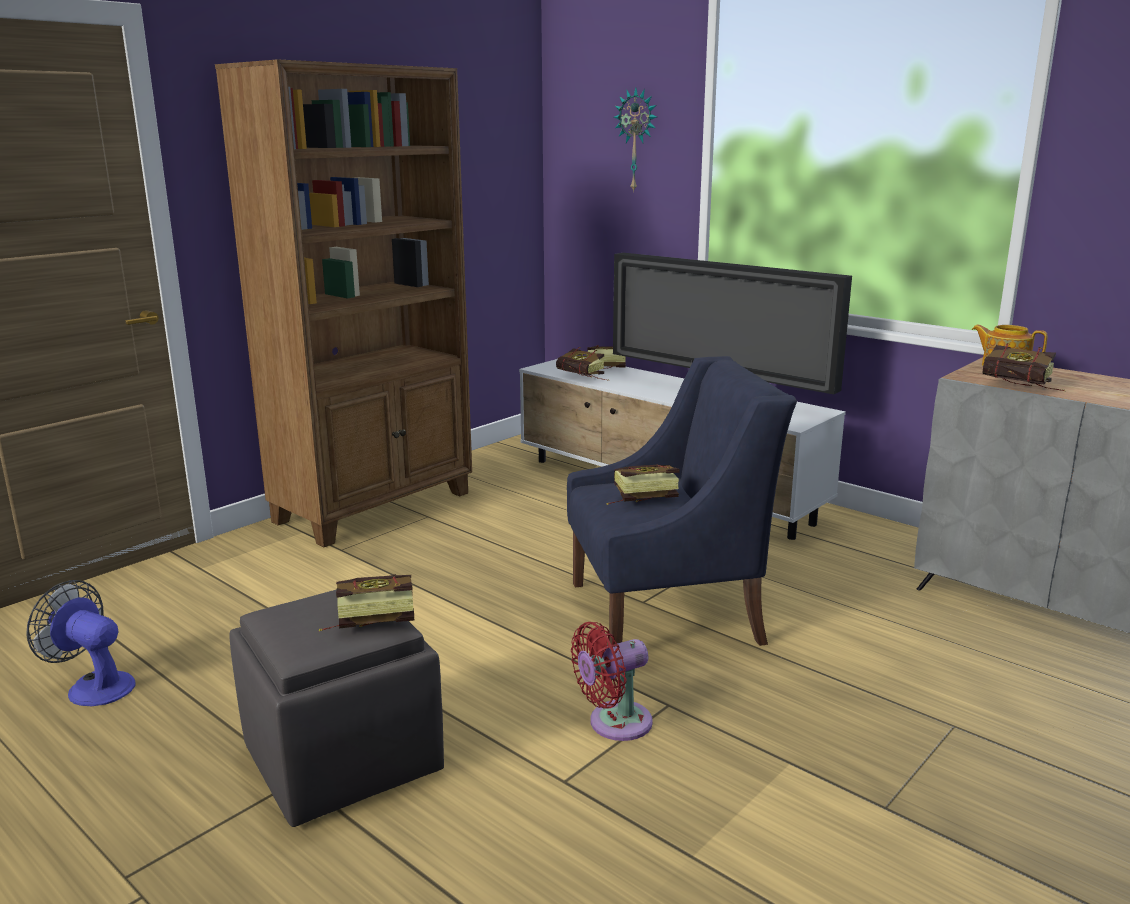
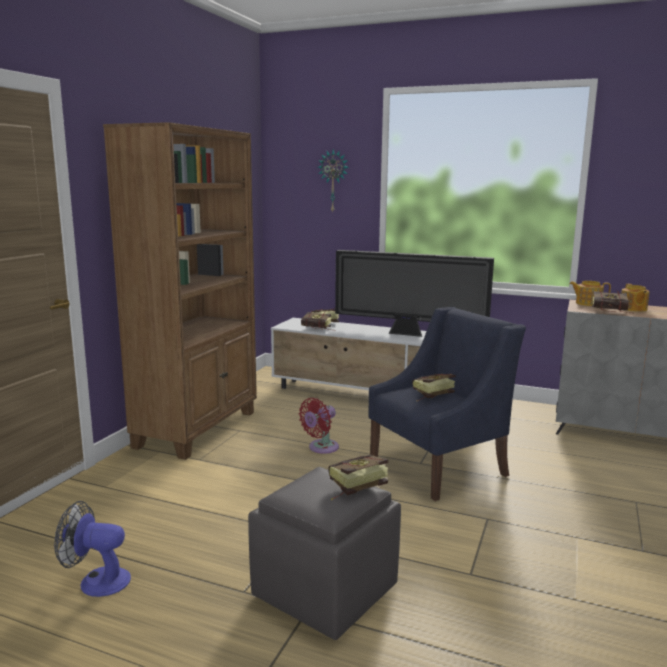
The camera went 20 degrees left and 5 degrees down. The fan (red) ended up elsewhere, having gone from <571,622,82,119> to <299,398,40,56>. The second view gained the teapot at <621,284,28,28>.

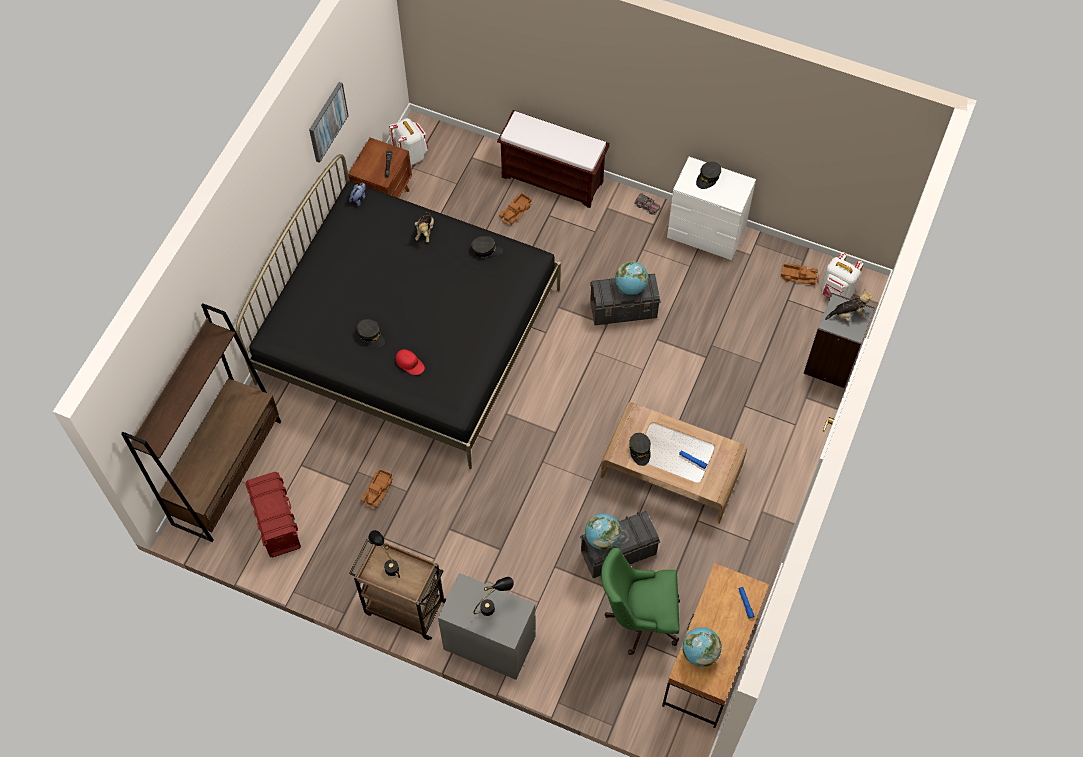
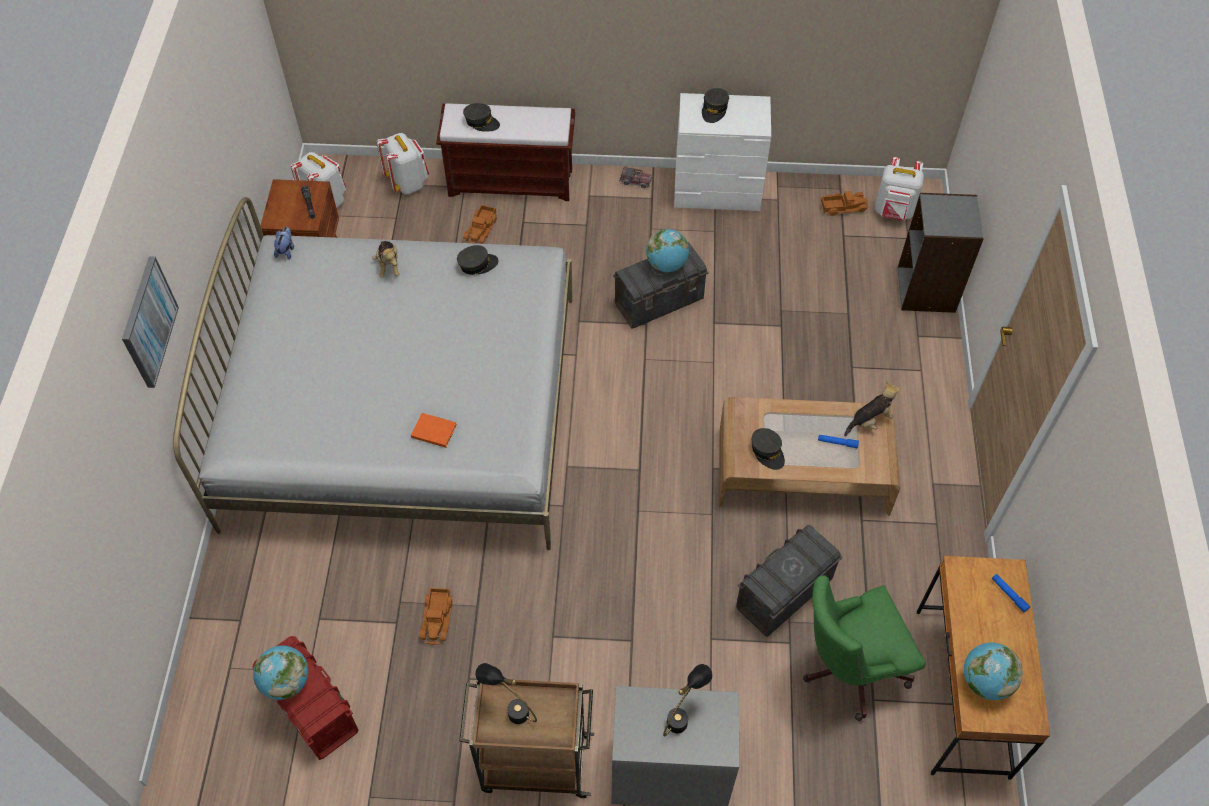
The camera went 20 degrees left and 5 degrees down. The picture ended up elsewhere, having gone from <309,82,40,81> to <122,256,57,132>. What was the bed (black) at <236,154,325,315> turned into the bed (white) at <173,197,399,353>. The globe ended up elsewhere, having gone from <585,513,36,37> to <253,646,55,54>. The second view gained the backpack (white) at <377,133,52,62>. Where the cap (red) stood at <396,349,29,26>, the book (orange) came to stand at <411,413,45,35>. The cap (grey) ended up elsewhere, having gone from <357,319,28,28> to <463,103,37,29>. The plush toy ended up elsewhere, having gone from <825,290,48,32> to <844,382,57,54>. The second view lost the bookcase (brown) at <121,303,160,239>.

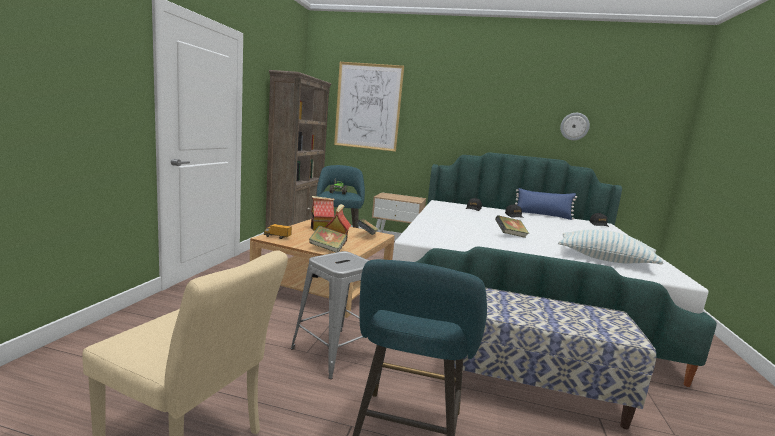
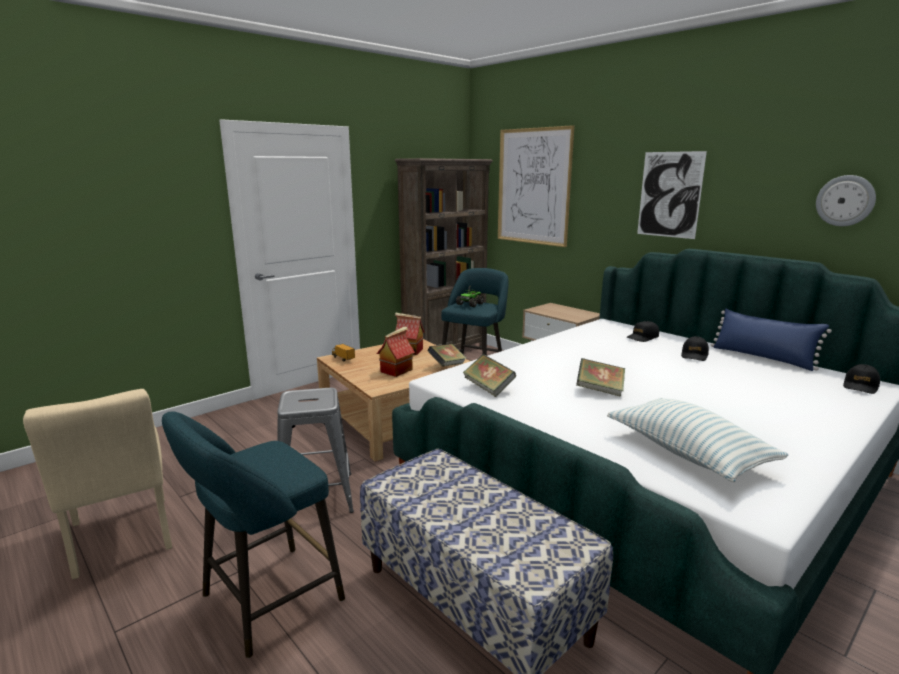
The camera went 35 degrees right and 5 degrees up. The book ended up elsewhere, having gone from <309,225,38,27> to <463,354,53,43>. The second view gained the picture at <637,151,70,88>.

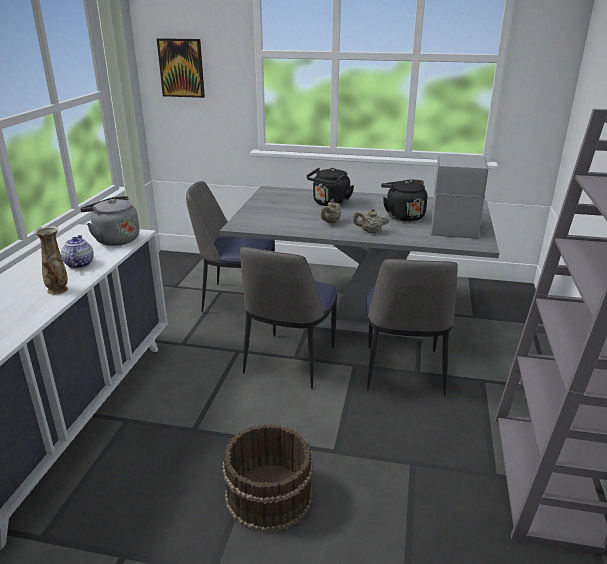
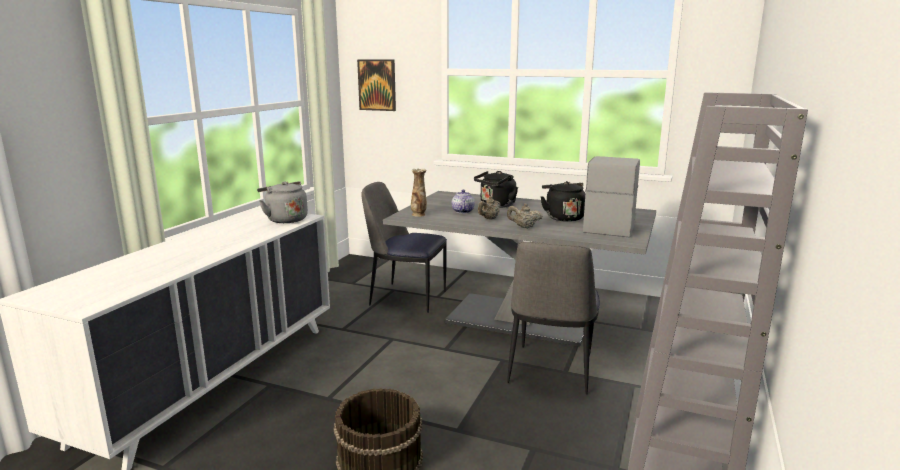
The camera went 10 degrees right and 10 degrees down. The vase ended up elsewhere, having gone from <34,226,34,69> to <411,169,16,48>. The teapot ended up elsewhere, having gone from <61,235,33,33> to <452,190,23,23>. The second view lost the chair at <240,247,98,142>.

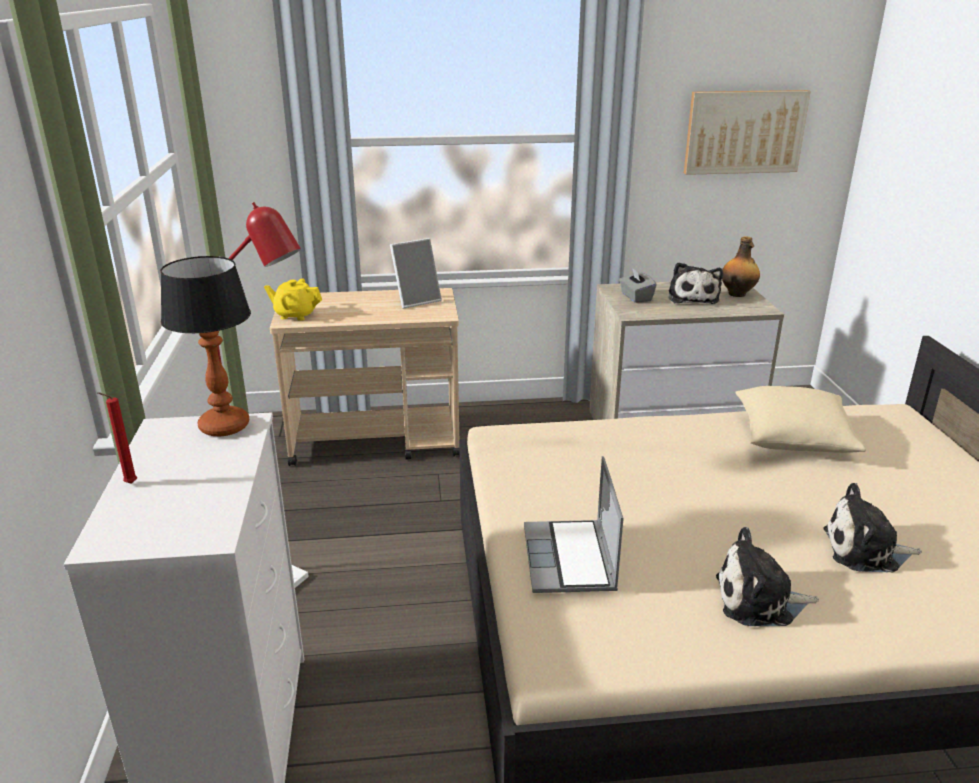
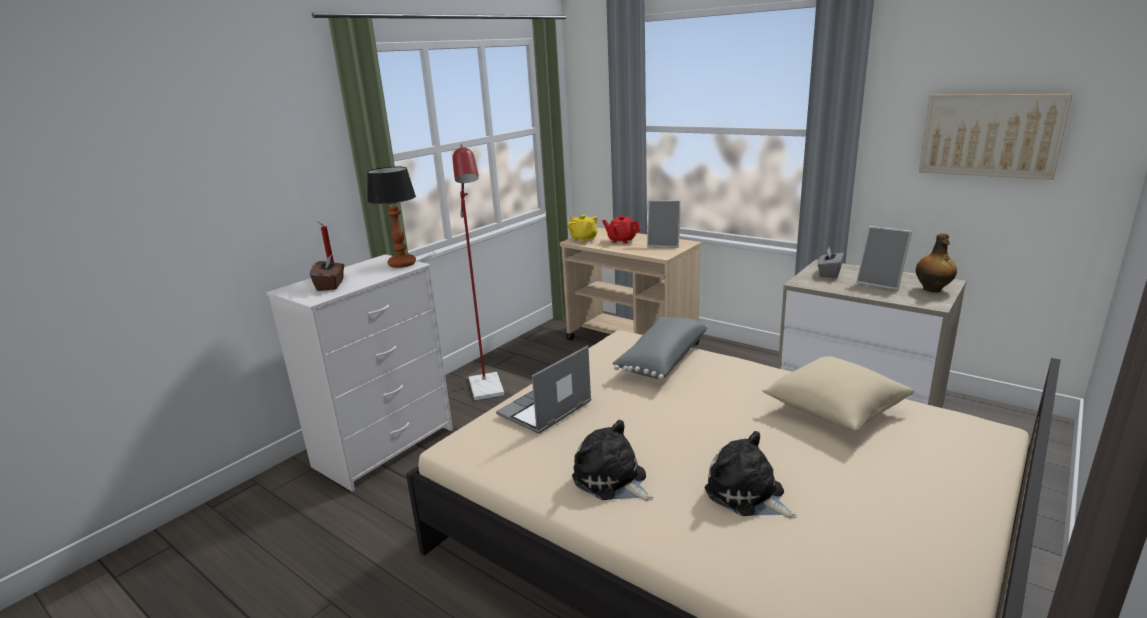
The camera went 45 degrees right and 5 degrees down. The second view gained the tissue box (brown) at <310,254,34,37>. The second view gained the teapot (red) at <602,216,39,28>. The second view gained the pillow (grey) at <612,317,96,63>. Where the plush toy stood at <669,262,54,42>, the picture frame came to stand at <856,226,56,64>.

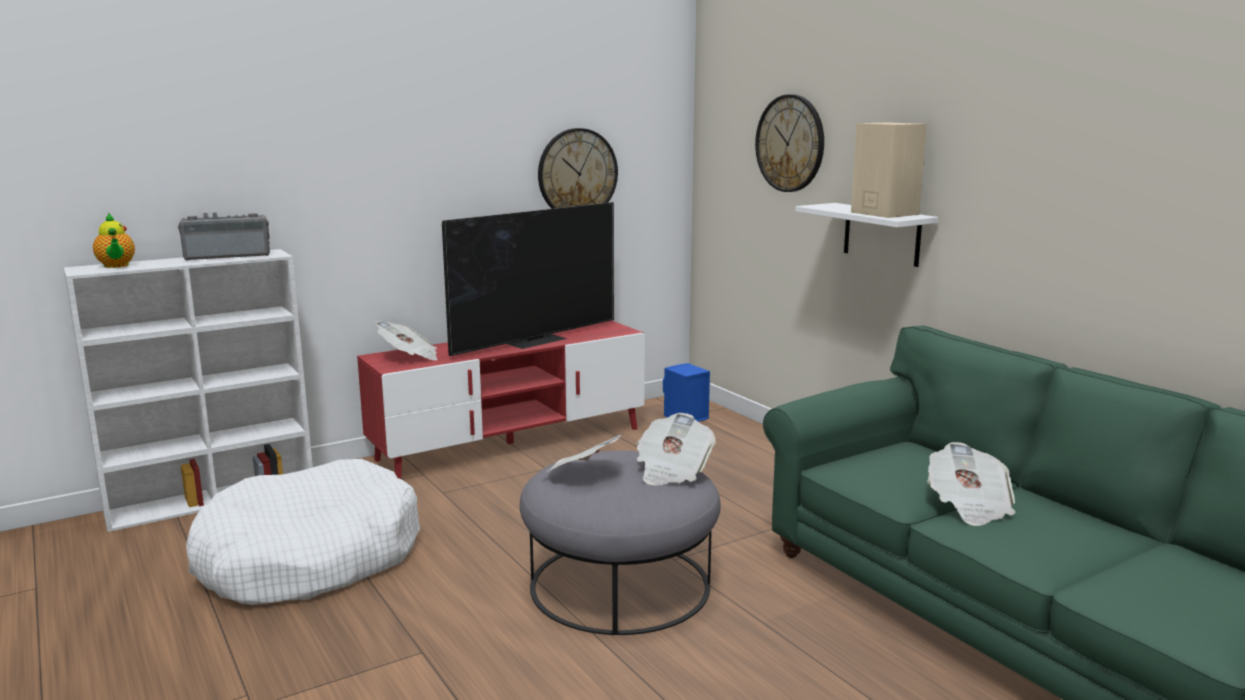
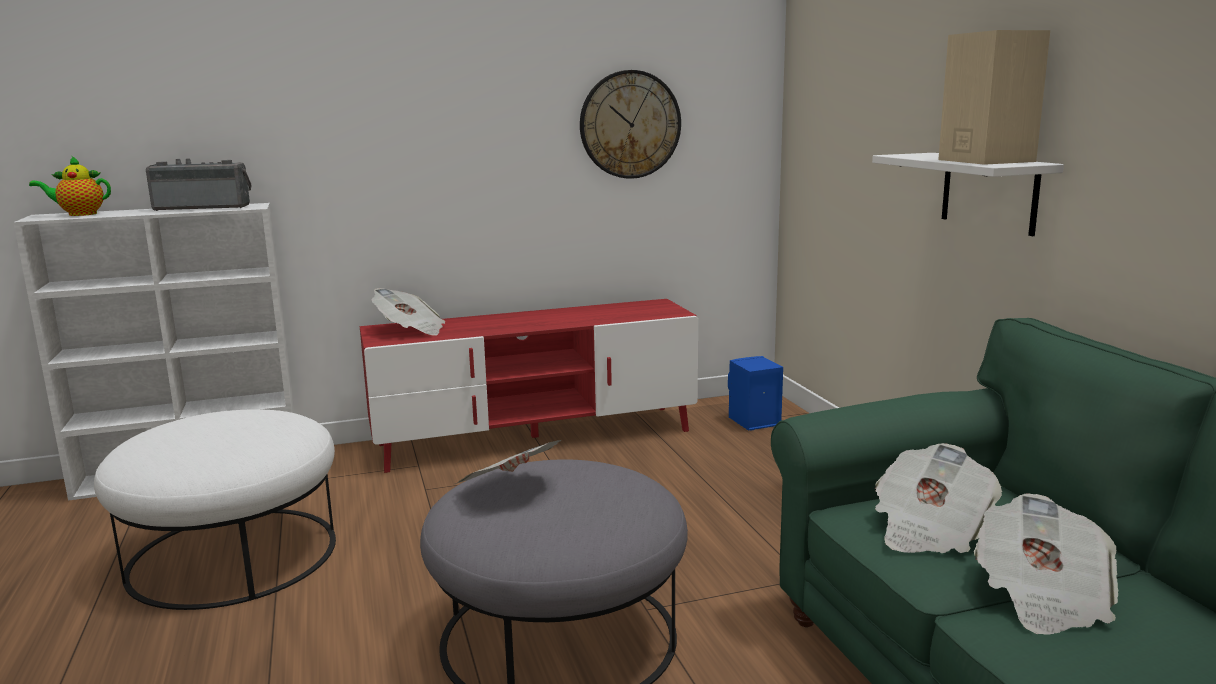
The camera went 15 degrees right and 0 degrees up. The teapot at <93,213,42,55> ended up facing another way, 90 degrees clockwise from before. Where the dog bed (white) stood at <186,459,234,146>, the ottoman (white) came to stand at <94,409,242,201>. The newspaper ended up elsewhere, having gone from <636,413,80,72> to <875,443,127,110>. The second view lost the television at <442,202,172,154>. The second view lost the wall clock at <755,94,69,98>.

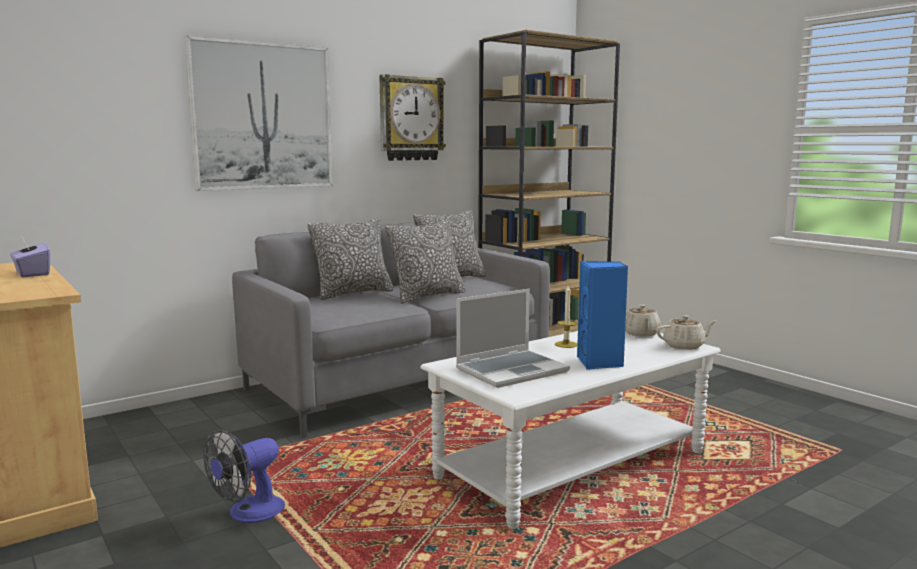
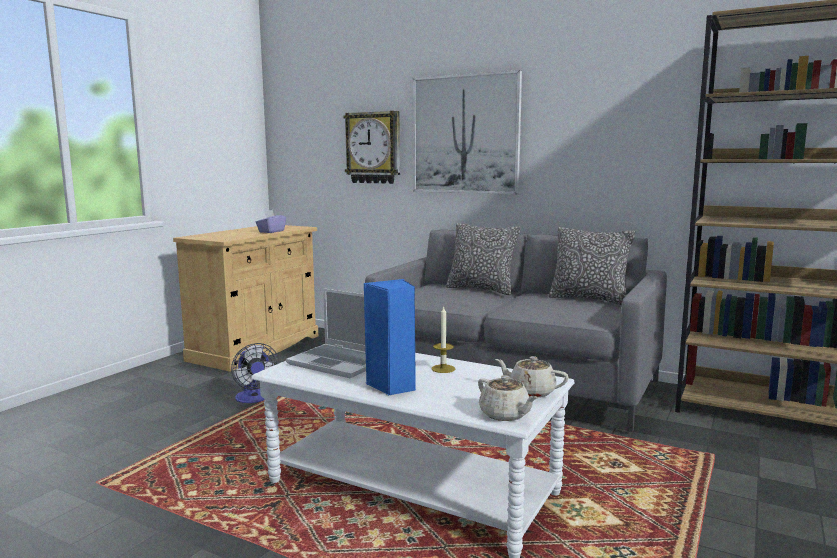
The camera went 65 degrees right and 0 degrees up. The fan at <203,429,82,94> ended up facing another way, 135 degrees counterclockwise from before. The wall clock ended up elsewhere, having gone from <379,74,67,87> to <343,111,57,73>. The teapot (beige) at <625,305,36,32> ended up facing another way, 45 degrees clockwise from before. The second view lost the pillow at <385,220,81,84>.

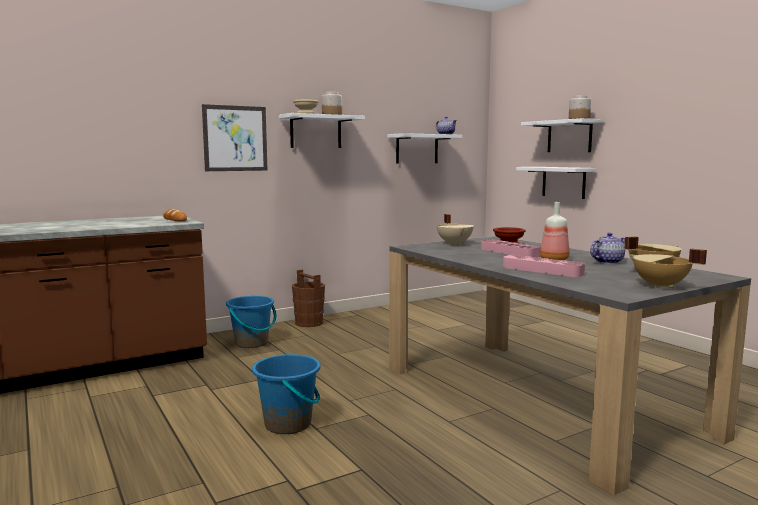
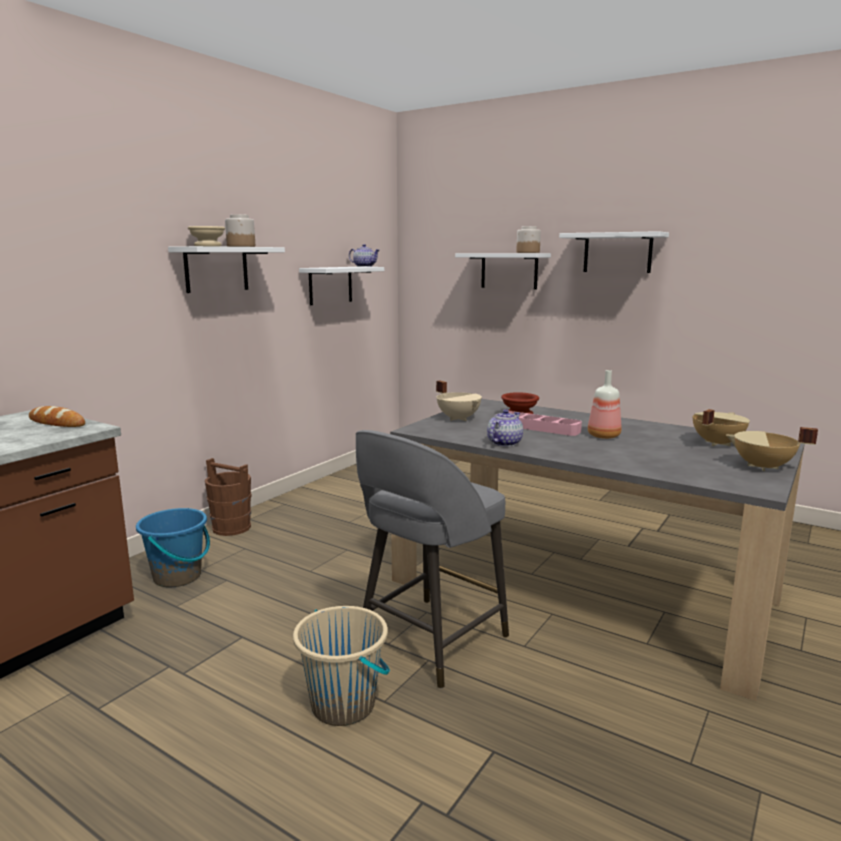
The camera went 25 degrees left and 5 degrees up. What was the bucket (blue) at <252,354,69,80> turned into the bucket (beige) at <293,606,97,120>. The second view gained the stool (grey) at <356,430,153,258>. The teapot ended up elsewhere, having gone from <590,232,35,32> to <487,409,36,38>. The shelf (white) ended up elsewhere, having gone from <516,167,80,32> to <559,231,110,42>. The second view lost the picture at <202,104,66,67>. The second view lost the tray (pink) at <503,255,82,22>.

